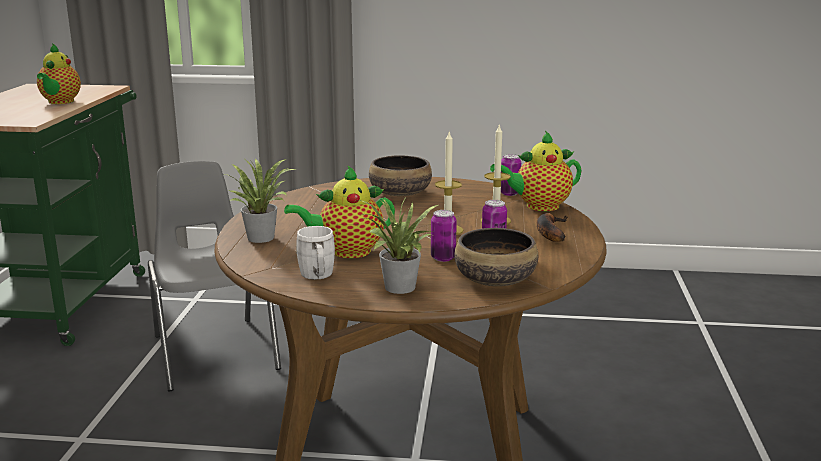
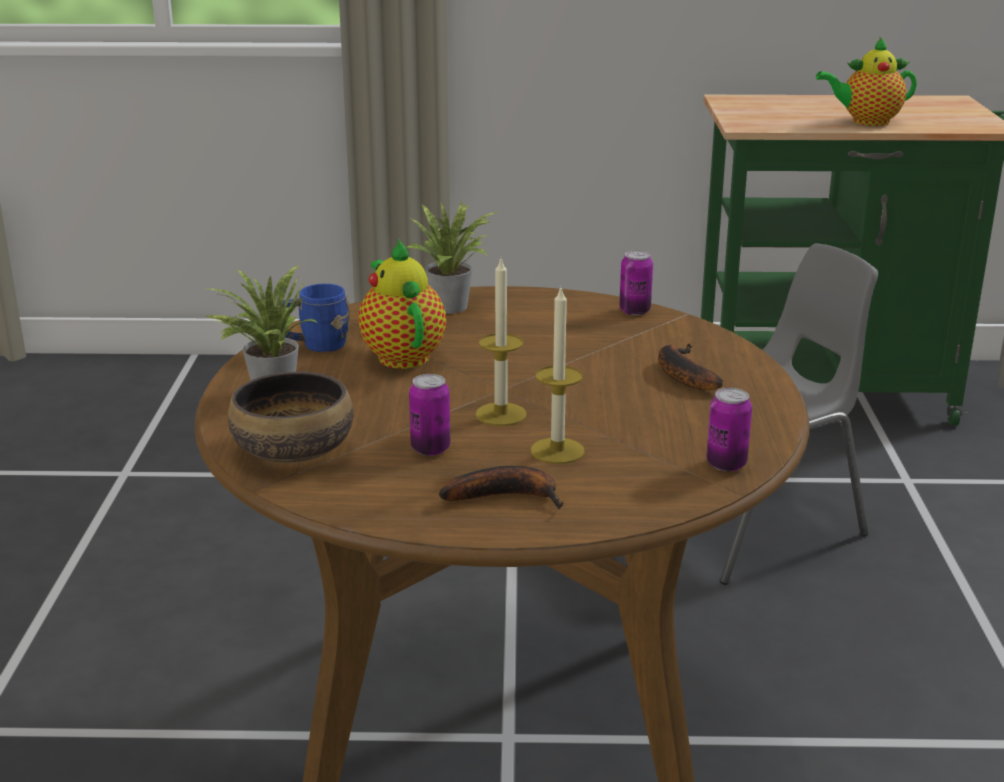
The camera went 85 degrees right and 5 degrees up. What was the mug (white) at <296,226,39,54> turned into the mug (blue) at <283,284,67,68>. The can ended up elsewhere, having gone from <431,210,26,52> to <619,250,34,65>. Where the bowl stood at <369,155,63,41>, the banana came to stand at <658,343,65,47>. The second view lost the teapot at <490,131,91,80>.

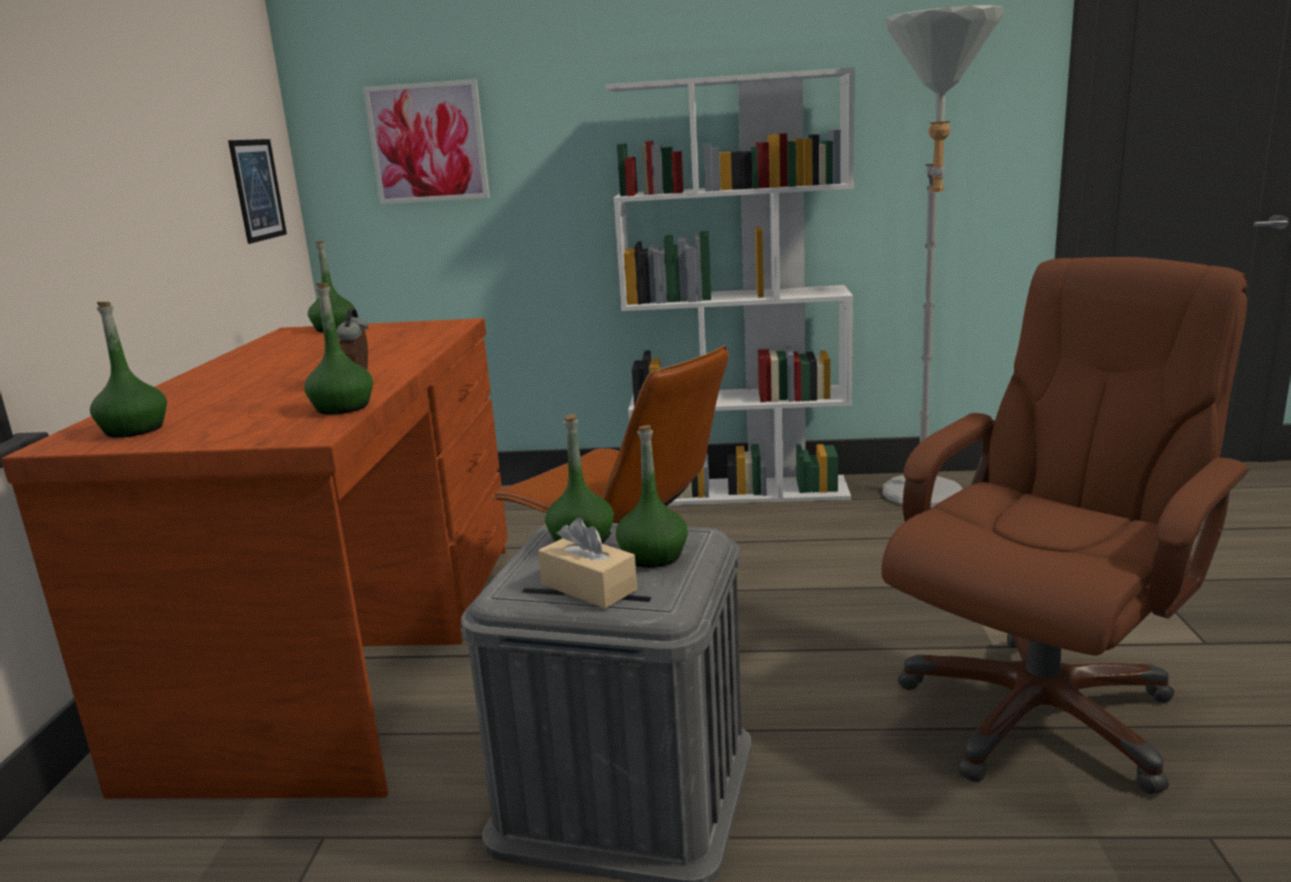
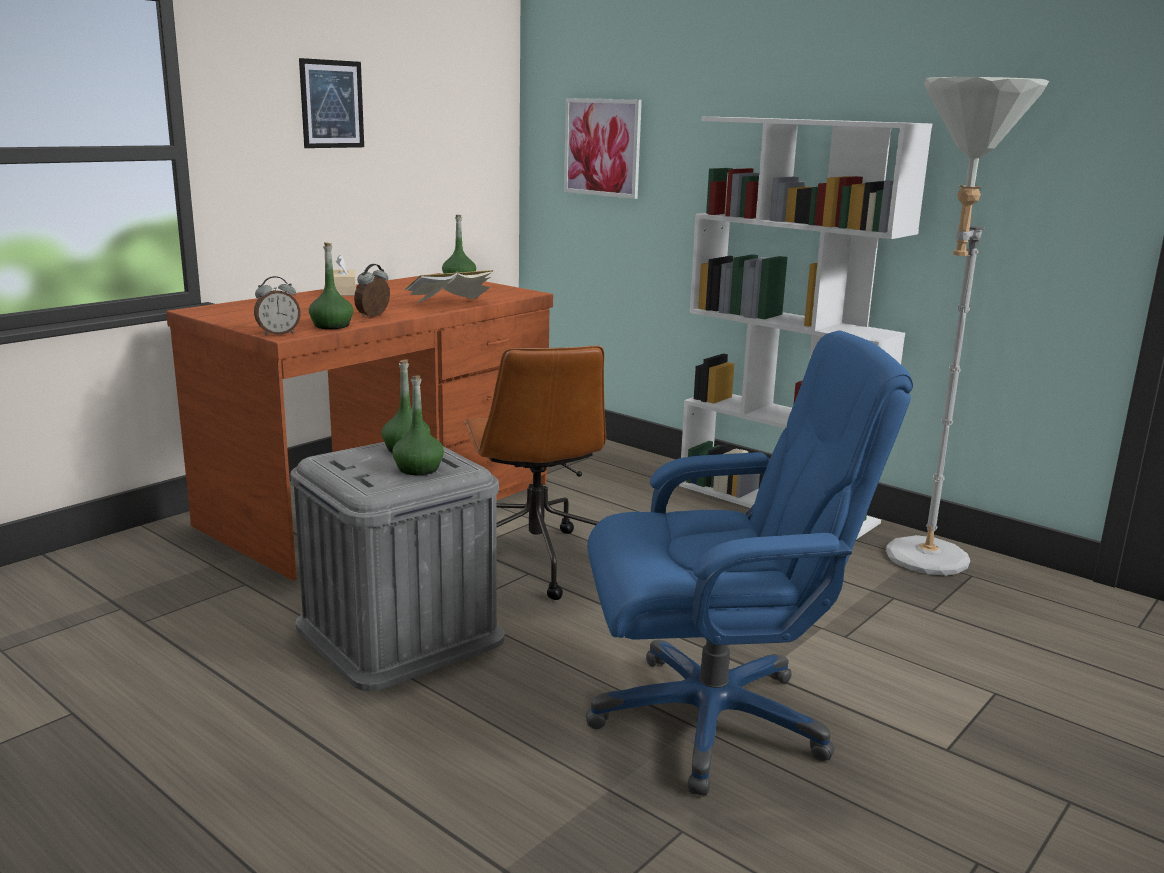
The camera went 35 degrees right and 0 degrees up. The second view gained the alarm clock at <254,276,47,60>. The picture ended up elsewhere, having gone from <228,139,59,105> to <299,58,65,90>. The tissue box (beige) ended up elsewhere, having gone from <538,518,99,91> to <333,255,23,41>. The second view gained the book at <405,270,89,34>. What was the office chair (brown) at <881,257,369,538> turned into the office chair (blue) at <586,330,327,466>. The second view lost the bottle (green) at <90,302,77,136>.

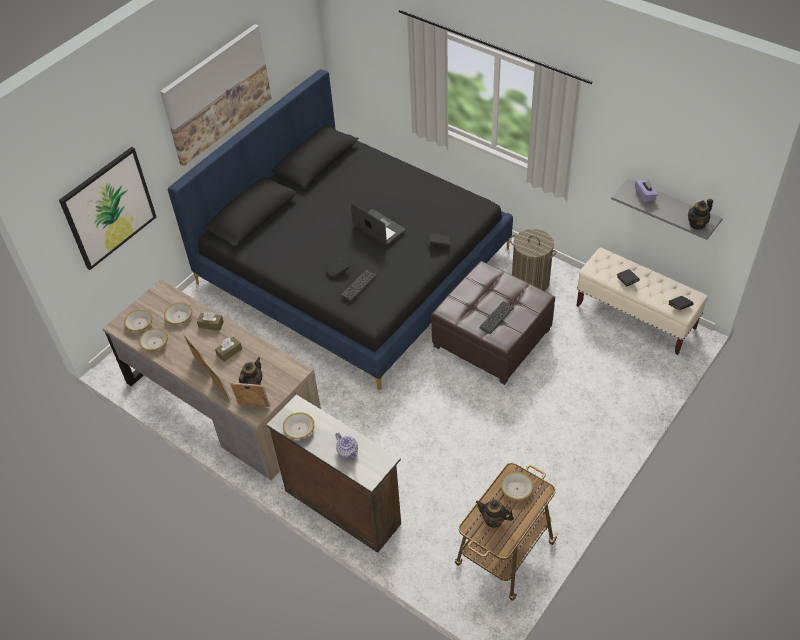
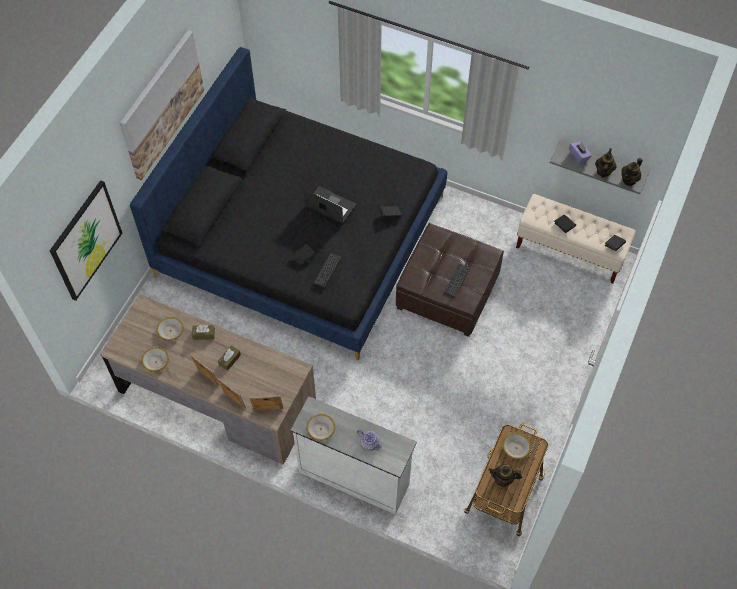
The camera went 15 degrees left and 10 degrees up. What was the dresser (brown) at <267,395,134,158> turned into the dresser (white) at <290,396,127,119>. The teapot ended up elsewhere, having gone from <239,357,23,28> to <595,148,21,30>. The second view lost the bowl at <124,309,28,22>. The second view lost the laundry basket at <510,229,47,62>.

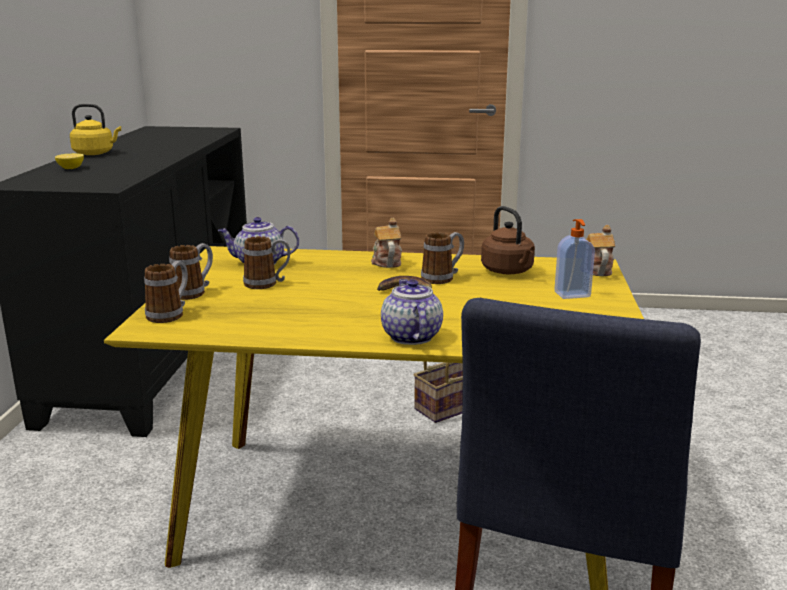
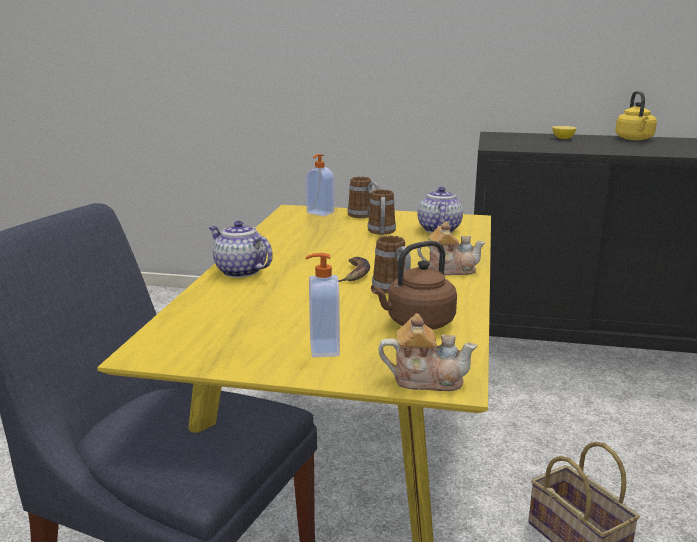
The camera went 95 degrees right and 0 degrees up. The teapot at <381,279,62,66> ended up facing another way, 135 degrees counterclockwise from before. Where the mug stood at <144,261,44,62>, the soap dispenser came to stand at <306,154,28,62>.

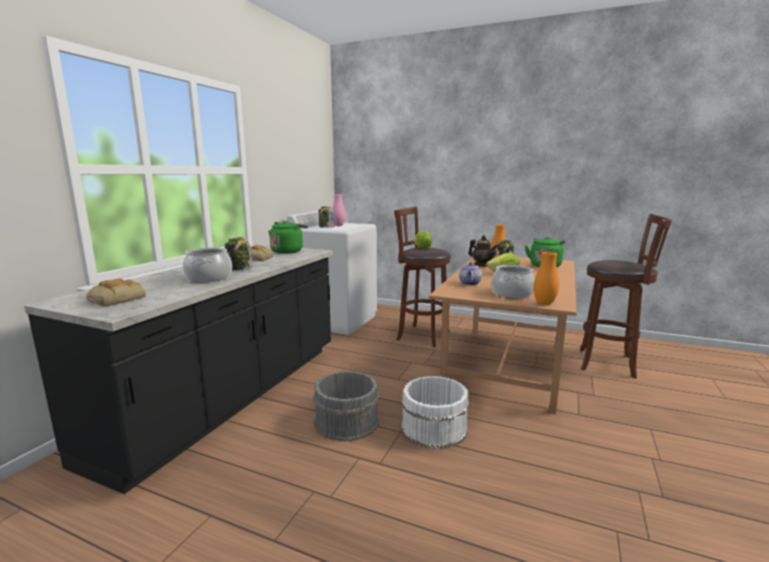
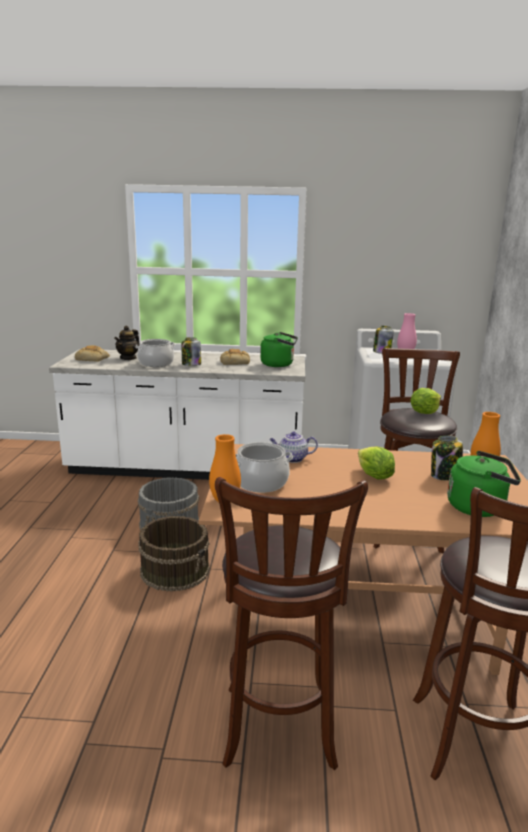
The camera went 70 degrees right and 5 degrees up. What was the counter (black) at <24,246,309,248> turned into the counter (white) at <49,349,256,131>. The teapot ended up elsewhere, having gone from <468,235,30,31> to <114,325,26,35>. What was the bucket (white) at <401,376,68,73> turned into the bucket (brown) at <138,516,72,76>. The second view gained the stool (brown) at <215,477,153,293>.

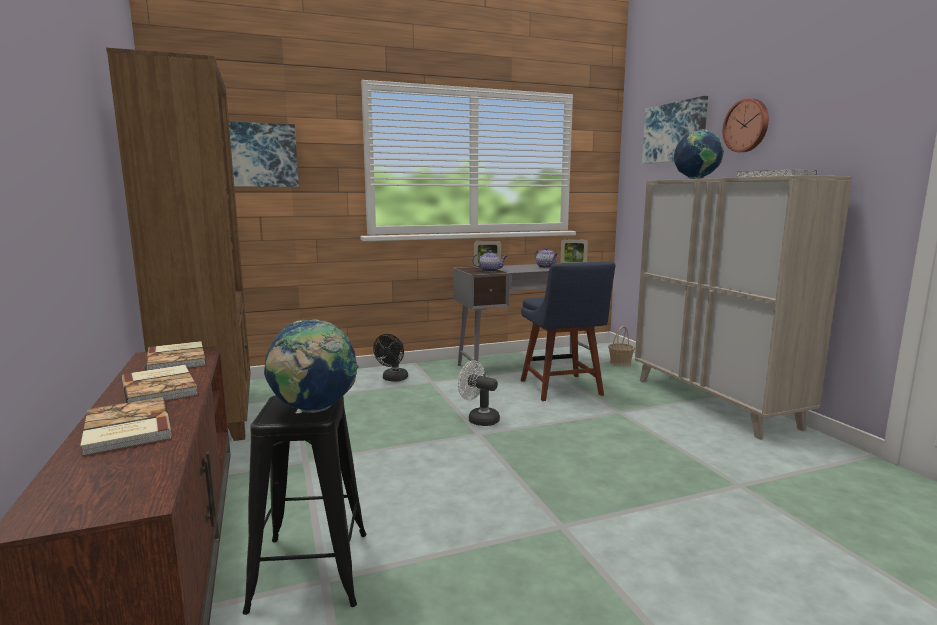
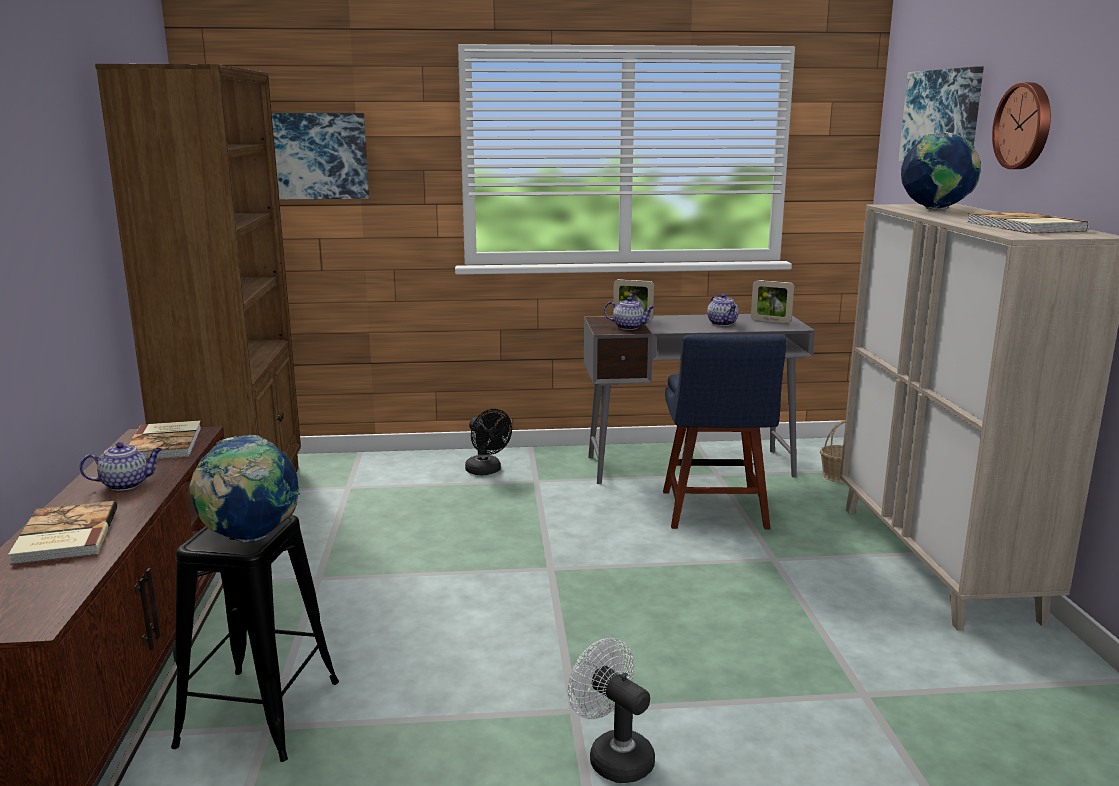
The camera went 15 degrees right and 5 degrees up. Where the book stood at <122,365,76,38>, the teapot came to stand at <80,442,82,49>. The fan (black) at <373,334,35,47> ended up facing another way, 75 degrees counterclockwise from before. The fan (white) ended up elsewhere, having gone from <458,360,42,66> to <568,638,87,145>.

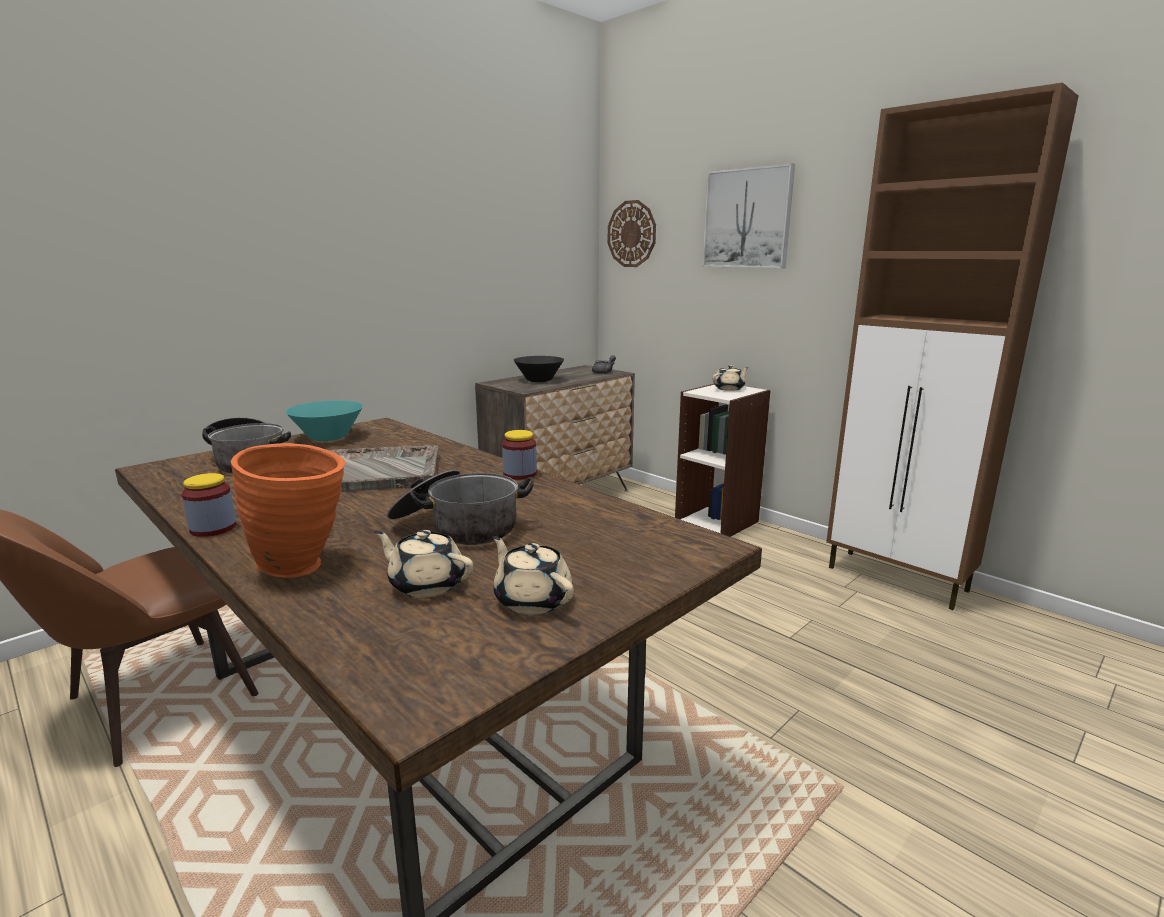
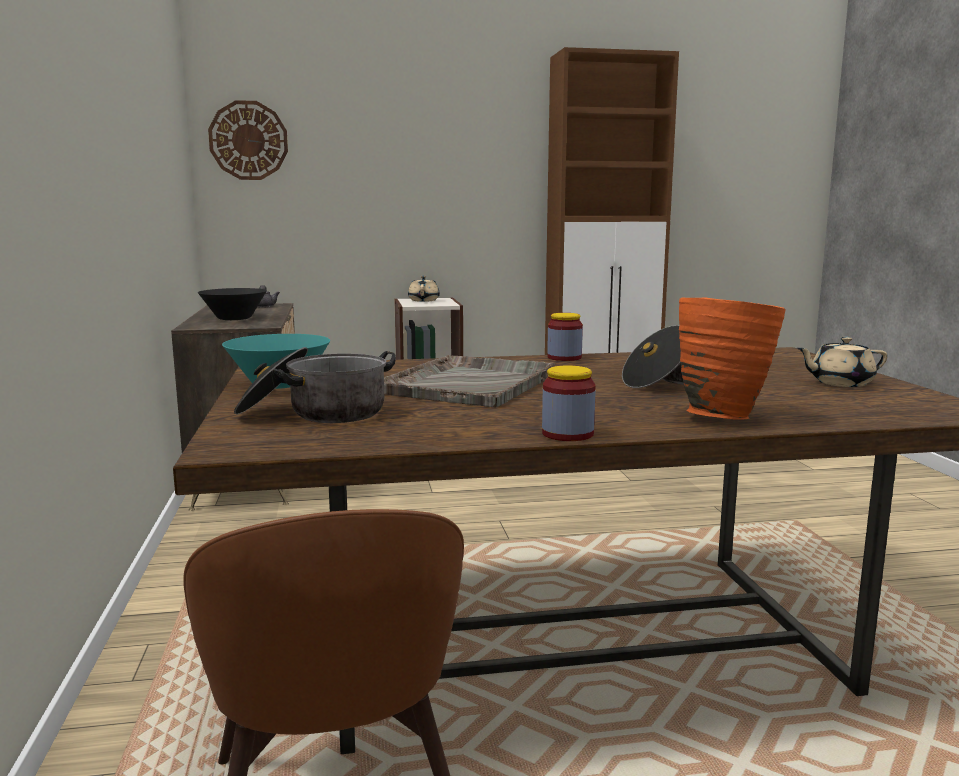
The camera went 55 degrees left and 5 degrees down. The second view lost the teapot (beige) at <374,530,99,68>. The second view lost the picture at <702,163,93,105>.

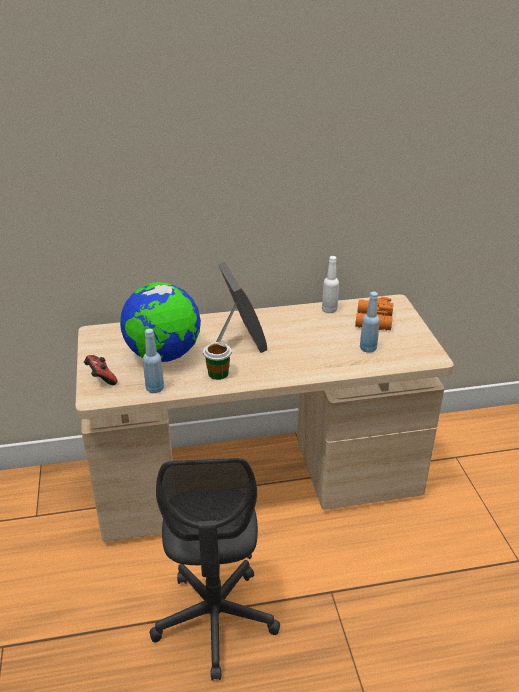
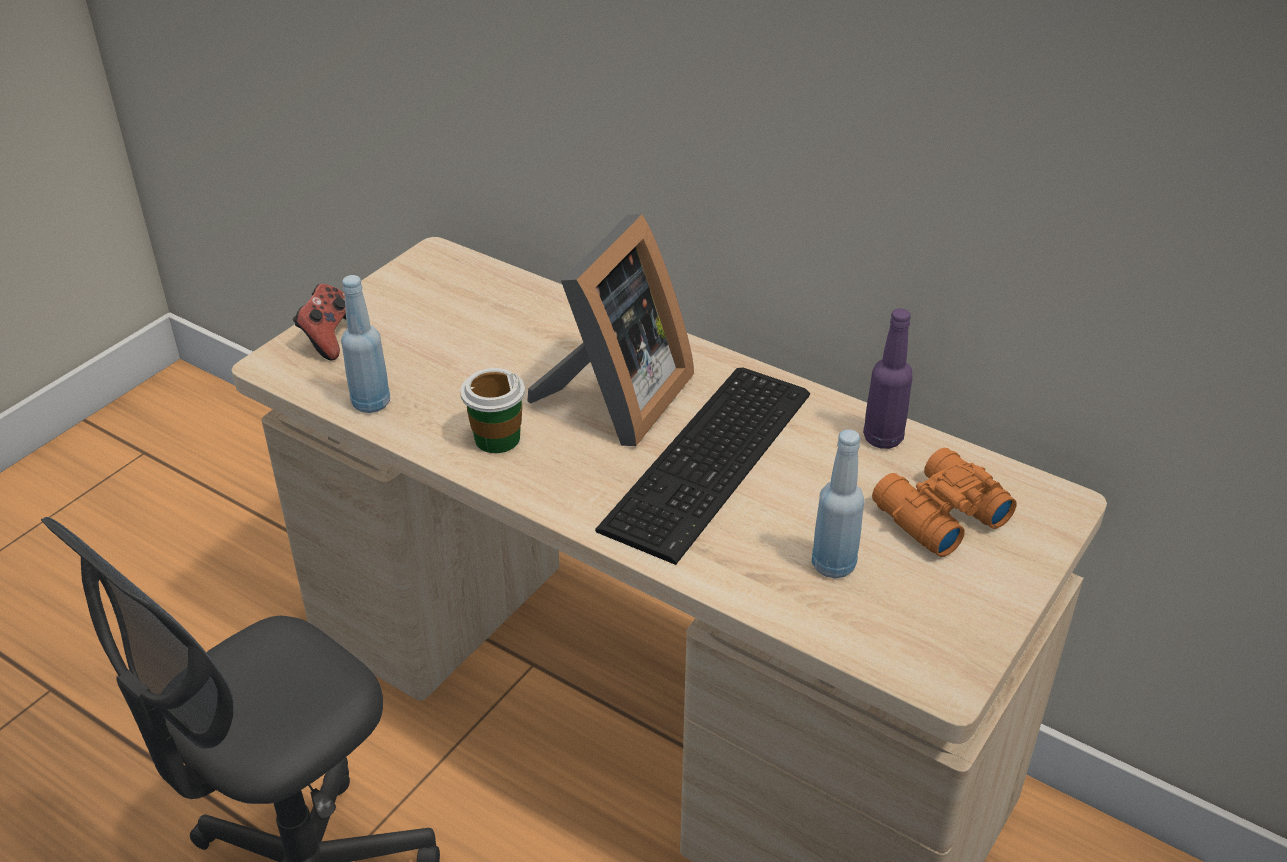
The camera went 45 degrees right and 5 degrees up. The second view gained the keyboard at <595,368,215,197>. What was the bottle (white) at <322,256,17,57> turned into the bottle (purple) at <863,308,50,141>. The second view lost the globe at <120,282,81,80>.

